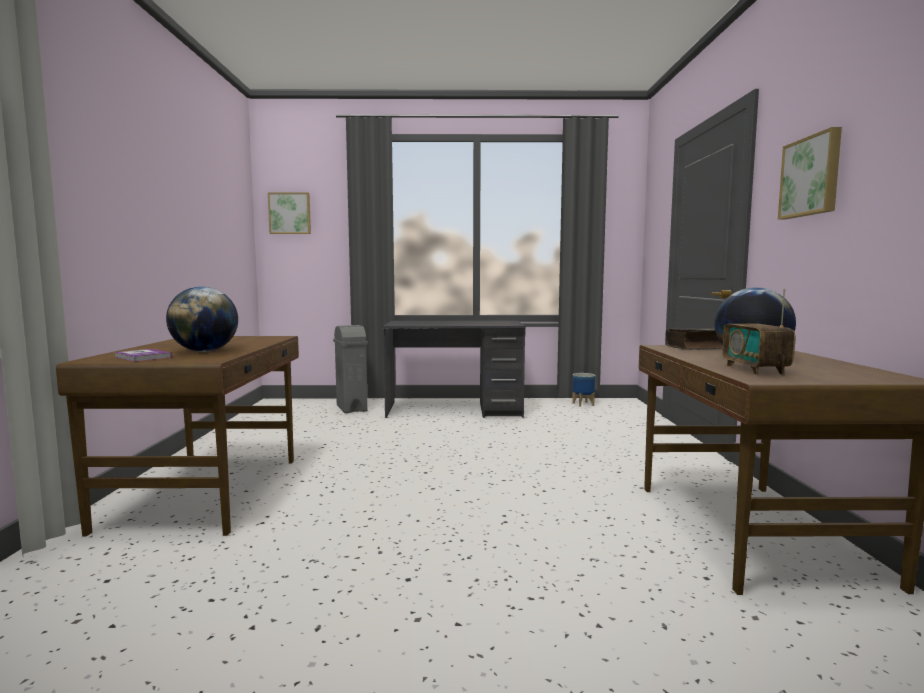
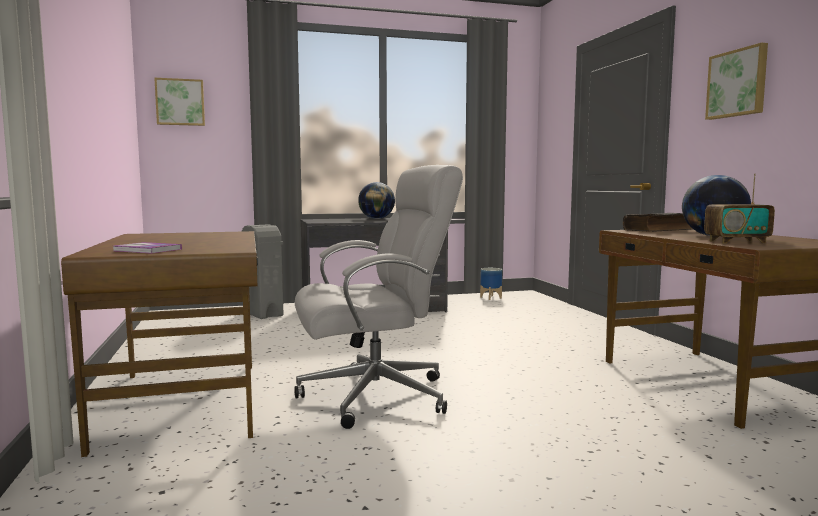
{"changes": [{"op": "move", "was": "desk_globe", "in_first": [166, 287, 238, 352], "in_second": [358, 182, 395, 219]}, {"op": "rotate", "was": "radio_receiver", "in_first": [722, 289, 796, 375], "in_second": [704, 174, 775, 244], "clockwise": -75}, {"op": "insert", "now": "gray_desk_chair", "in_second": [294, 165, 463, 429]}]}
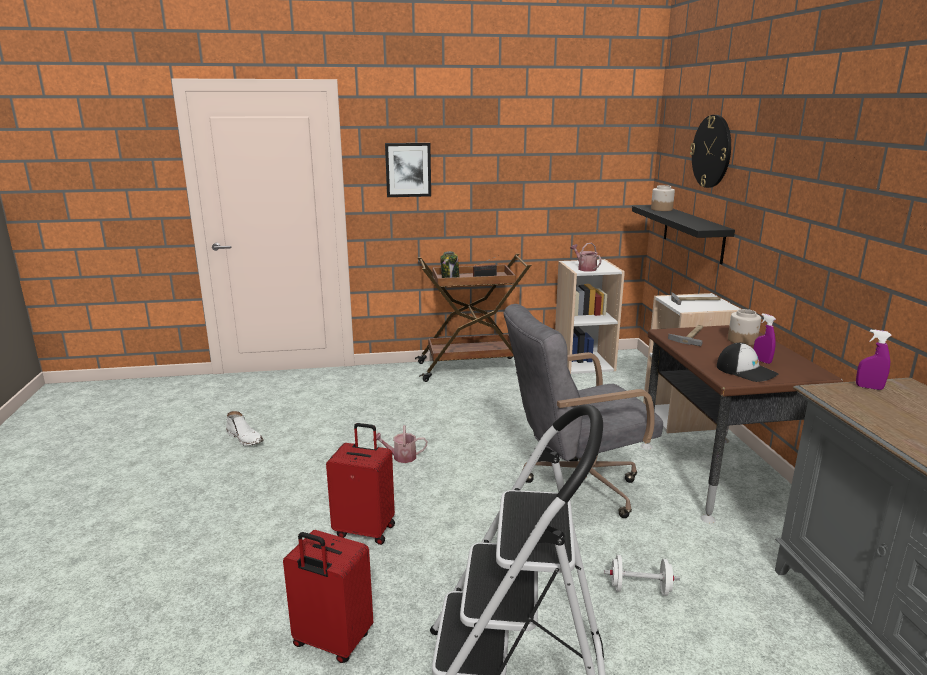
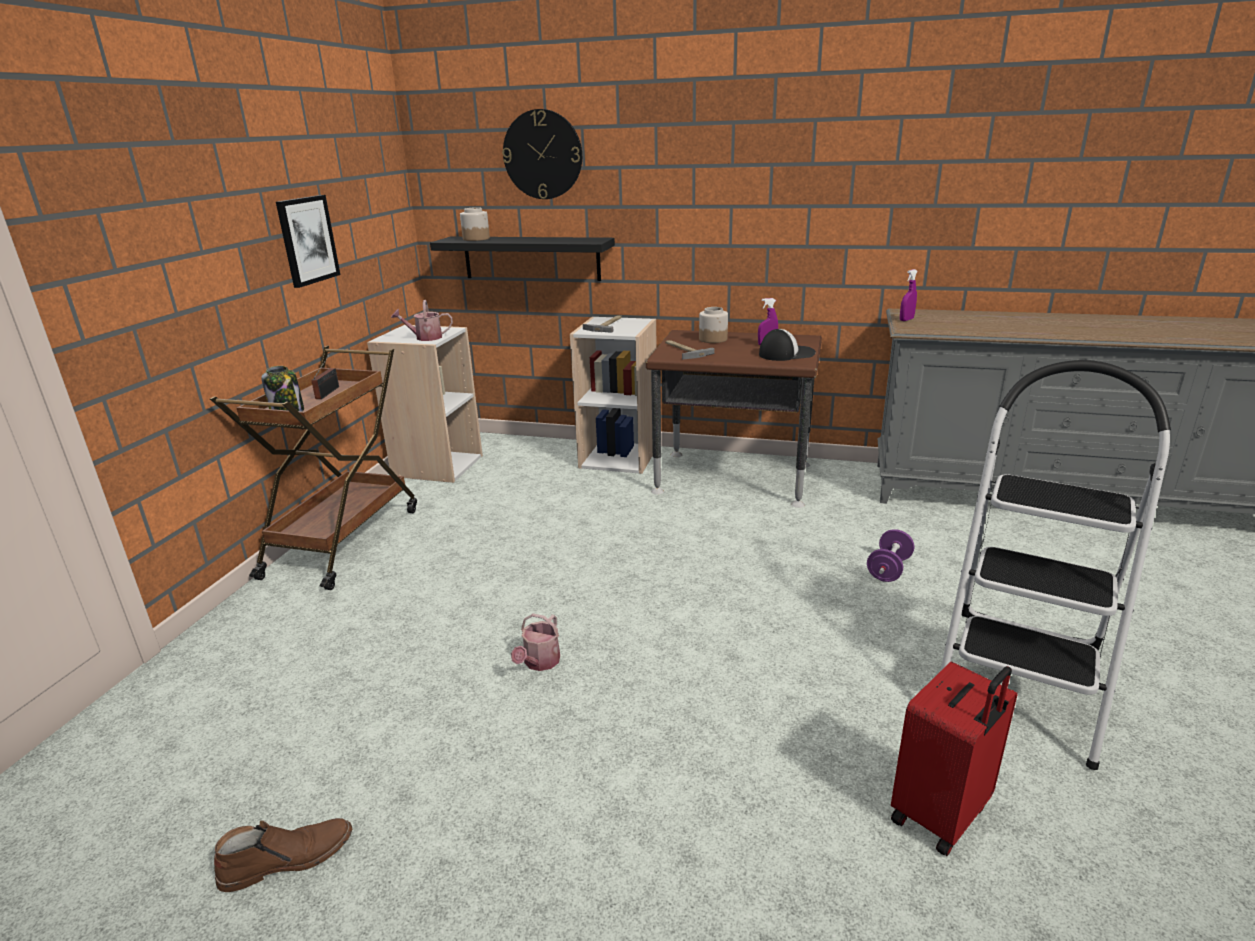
{"changes": [{"op": "recolor", "was": "white-coloured_boot", "now": "brown-coloured_boot", "in_first": [226, 411, 263, 446], "in_second": [214, 818, 352, 892]}, {"op": "delete", "was": "red_suitcase", "in_first": [326, 423, 395, 545]}, {"op": "move", "was": "wall_art", "in_first": [385, 143, 431, 197], "in_second": [276, 195, 340, 288]}, {"op": "delete", "was": "gray_desk_chair", "in_first": [503, 304, 663, 518]}, {"op": "recolor", "was": "white-coloured_hand_weight", "now": "purple_hand_weight", "in_first": [604, 555, 680, 596], "in_second": [867, 529, 914, 582]}]}
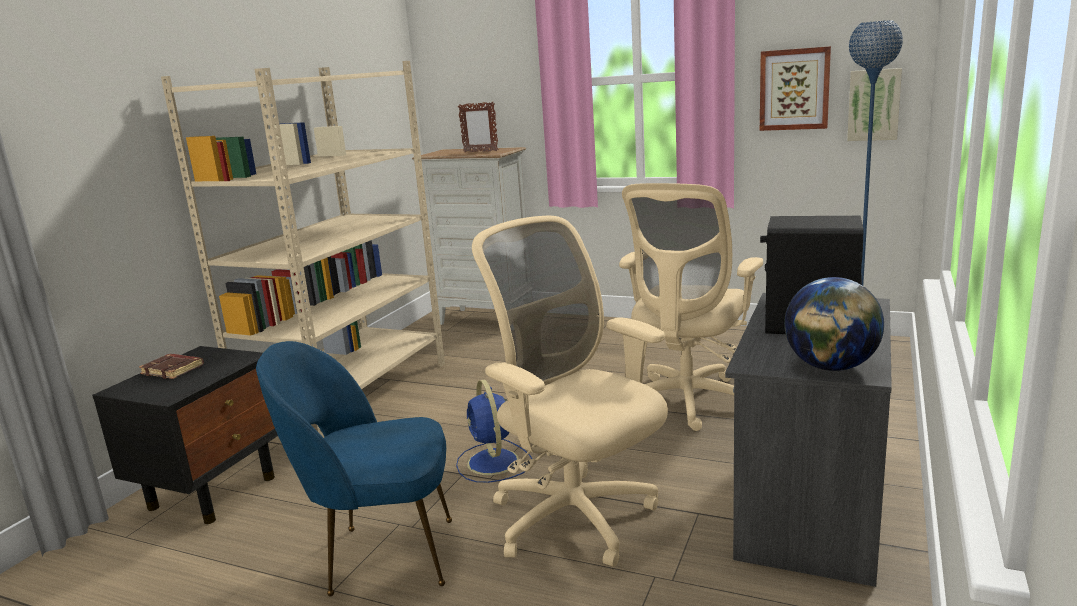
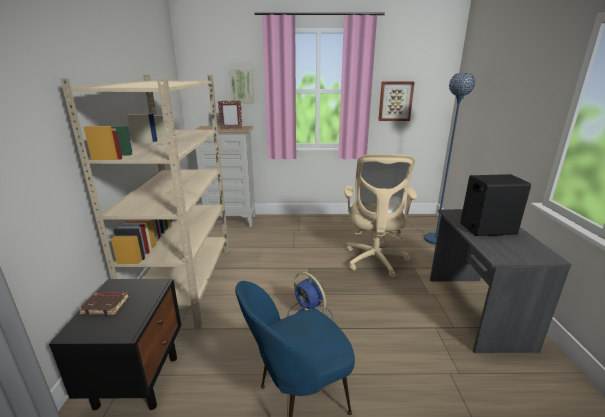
{"changes": [{"op": "delete", "was": "sand-coloured_desk_chair", "in_first": [472, 216, 668, 567]}, {"op": "delete", "was": "desk_globe", "in_first": [784, 277, 884, 371]}, {"op": "move", "was": "wall_art", "in_first": [847, 68, 902, 141], "in_second": [229, 69, 254, 103]}]}
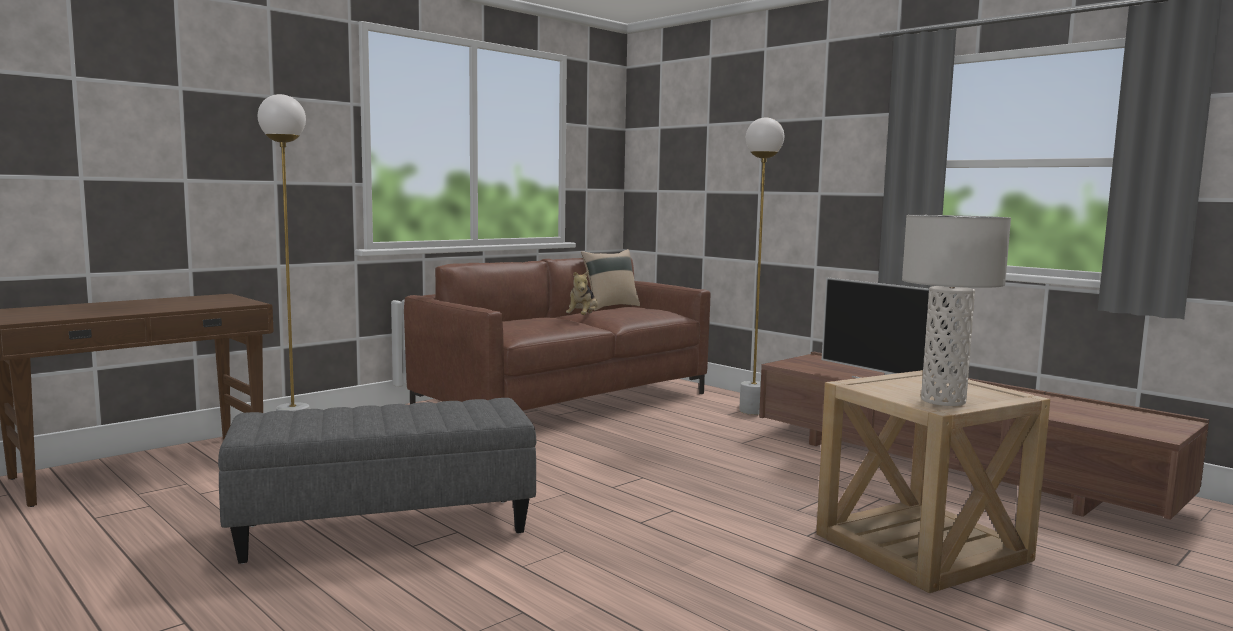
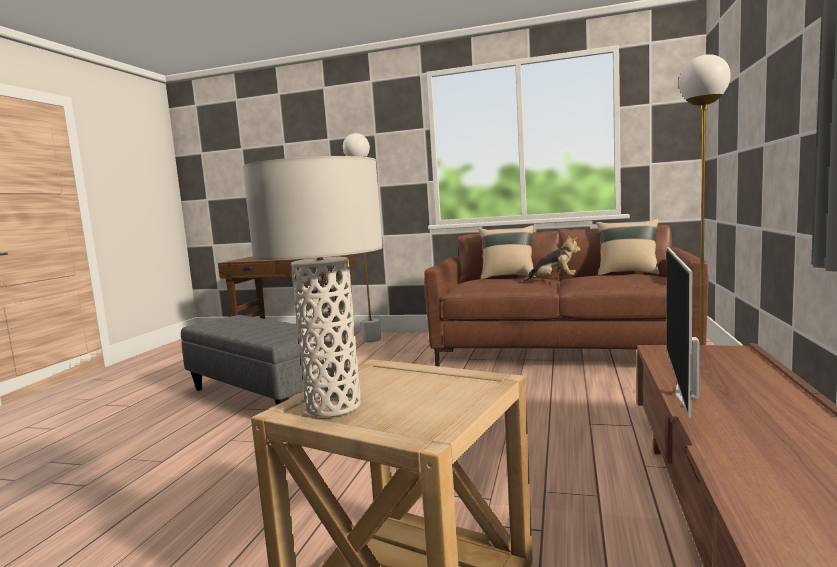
{"changes": [{"op": "rotate", "was": "plush_toy", "in_first": [566, 270, 598, 315], "in_second": [523, 236, 581, 282], "clockwise": -150}, {"op": "insert", "now": "sand-coloured_throw_pillow", "in_second": [478, 225, 535, 279]}]}
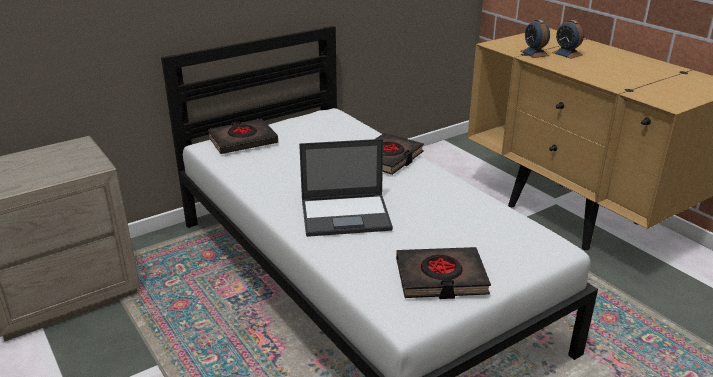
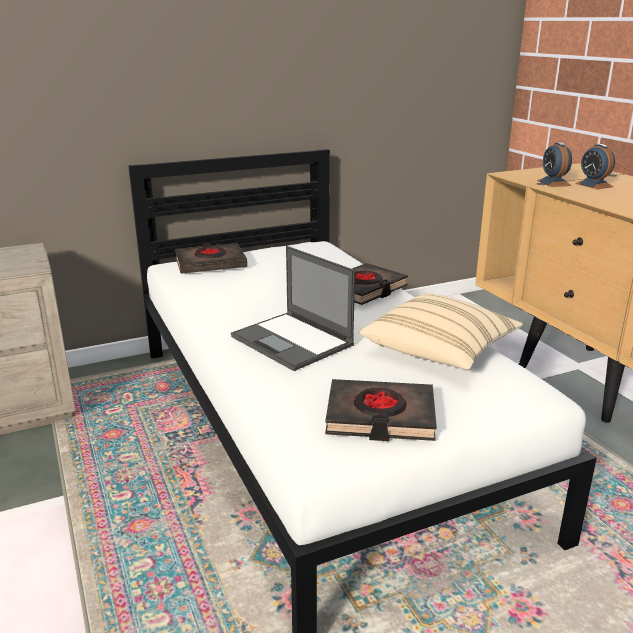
{"changes": [{"op": "rotate", "was": "portable_computer", "in_first": [299, 139, 393, 237], "in_second": [231, 246, 355, 371], "clockwise": 45}, {"op": "insert", "now": "sand-coloured_throw_pillow", "in_second": [360, 293, 523, 370]}]}
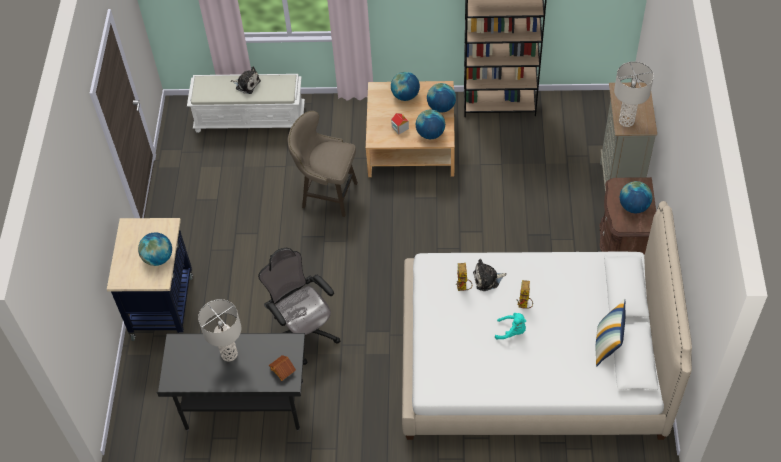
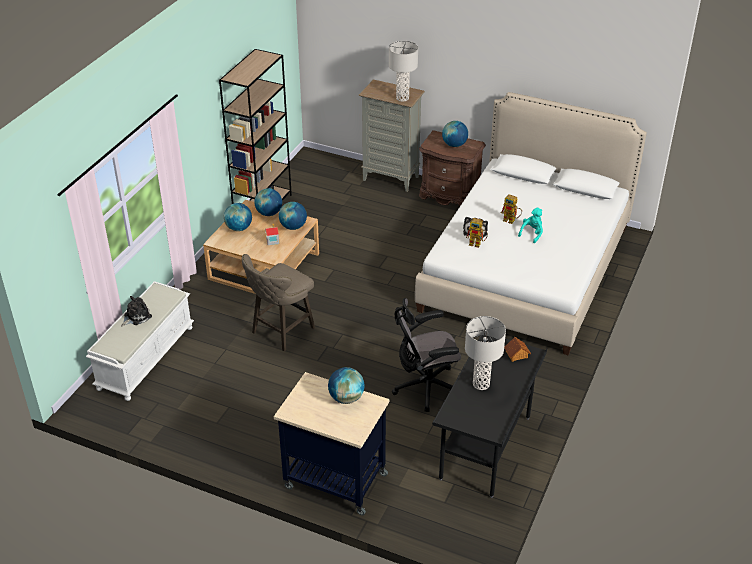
{"changes": [{"op": "delete", "was": "throw_pillow", "in_first": [595, 299, 625, 366]}]}
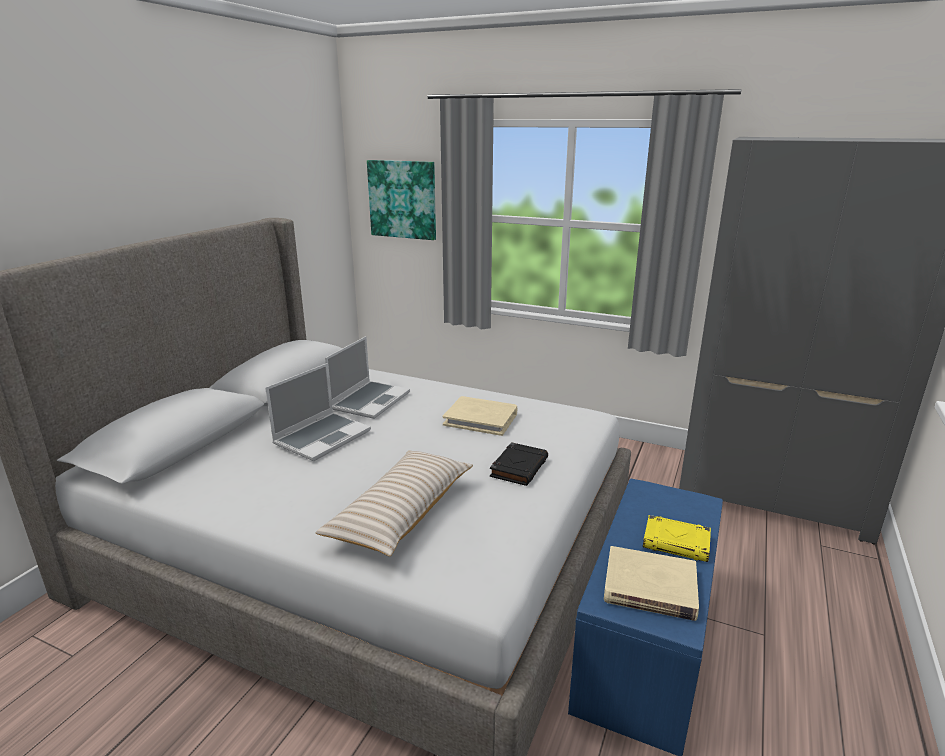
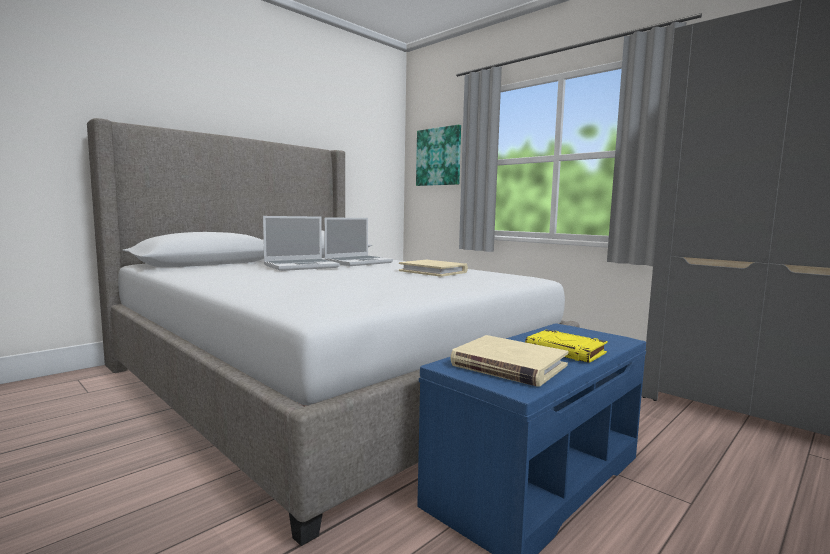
{"changes": [{"op": "delete", "was": "sand-coloured_throw_pillow", "in_first": [315, 451, 473, 557]}, {"op": "delete", "was": "blackish_volume", "in_first": [490, 442, 548, 486]}]}
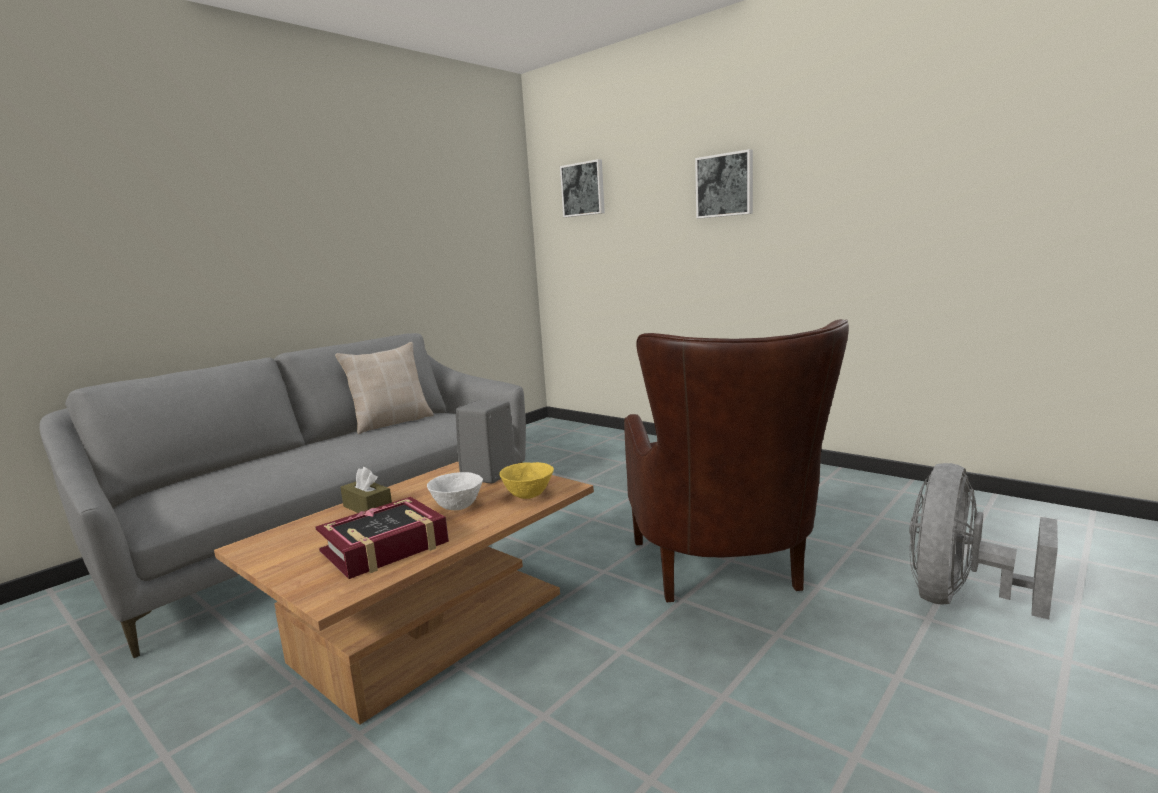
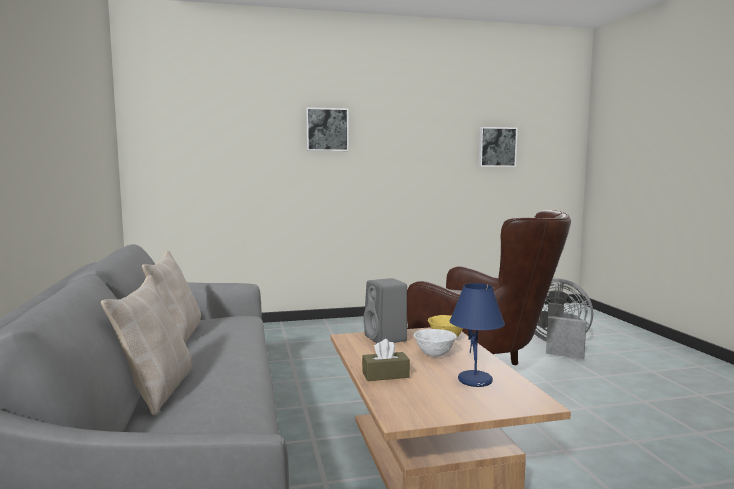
{"changes": [{"op": "replace", "was": "volume", "now": "blue-coloured_tabletop_lamp", "in_first": [316, 497, 449, 579], "in_second": [450, 283, 505, 387]}, {"op": "move", "was": "wall_art", "in_first": [560, 159, 605, 217], "in_second": [479, 127, 517, 167]}, {"op": "rotate", "was": "gray_electric_fan", "in_first": [909, 463, 1058, 620], "in_second": [534, 278, 593, 359], "clockwise": 135}, {"op": "insert", "now": "sand-coloured_throw_pillow", "in_second": [101, 275, 193, 415]}]}
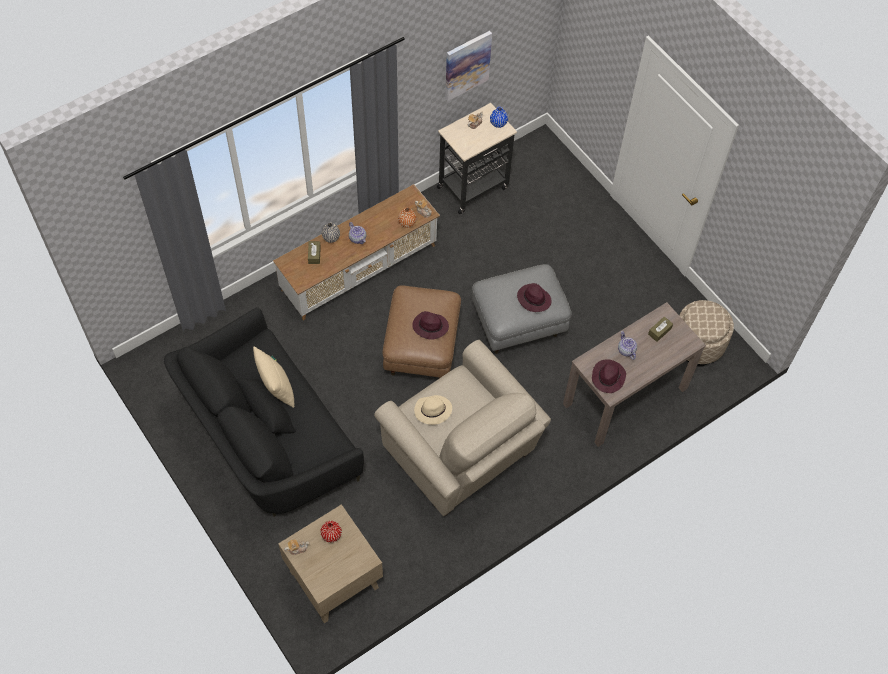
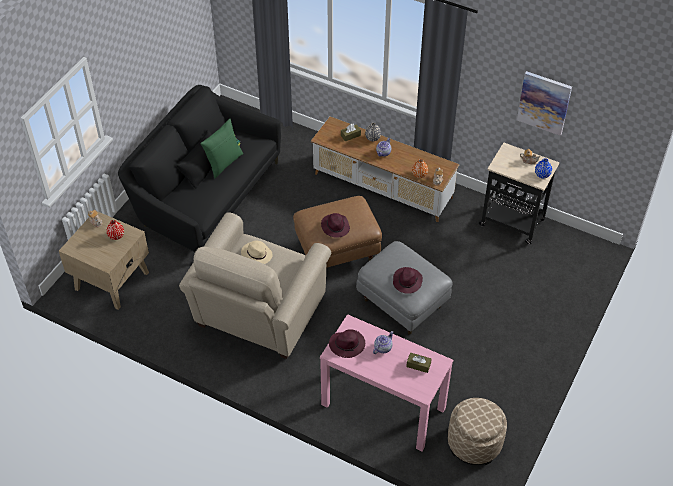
{"changes": [{"op": "recolor", "was": "sand-coloured_throw_pillow", "now": "green_throw_pillow", "in_first": [253, 346, 294, 408], "in_second": [200, 119, 243, 178]}, {"op": "recolor", "was": "brown-coloured_narrow_table", "now": "pinkish_narrow_table", "in_first": [563, 302, 706, 447], "in_second": [320, 314, 453, 451]}]}
